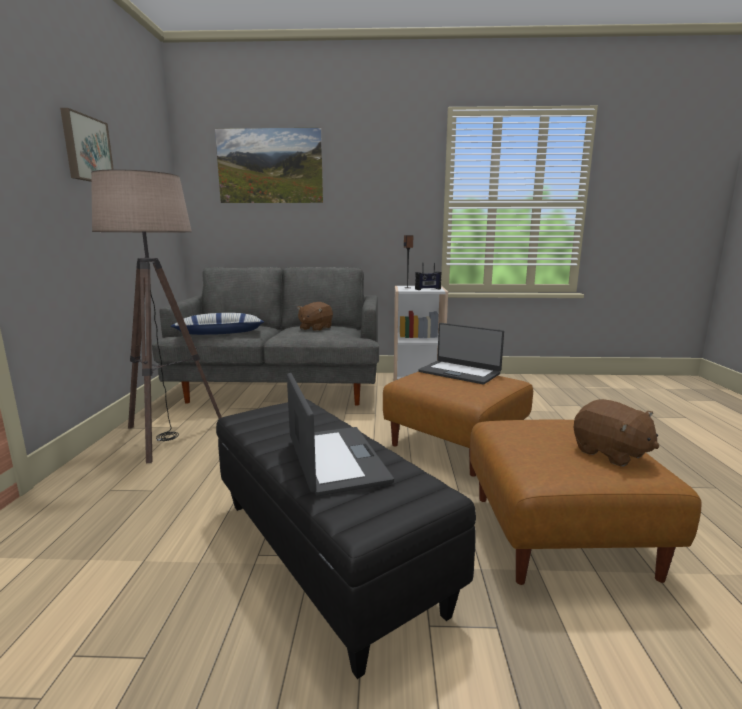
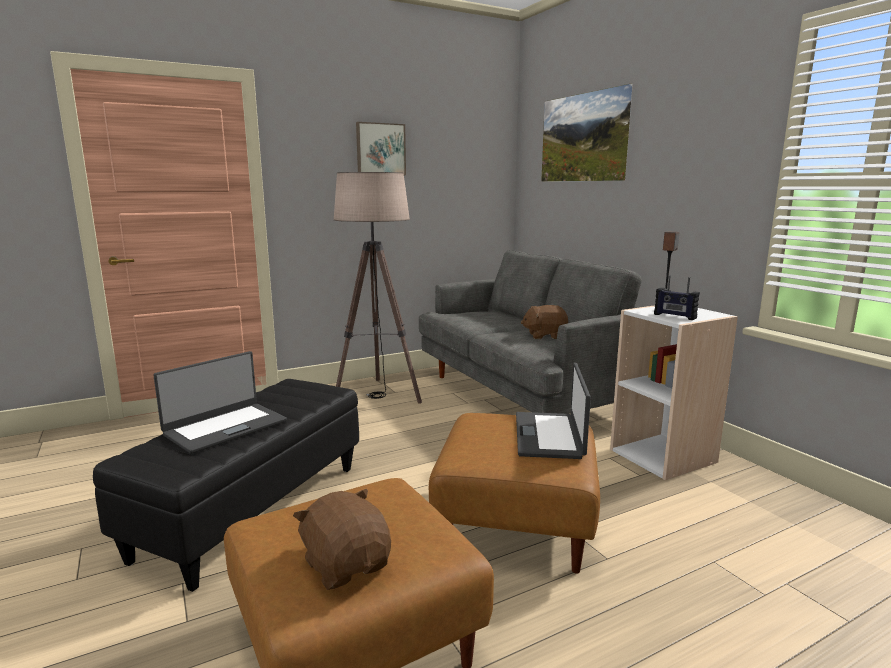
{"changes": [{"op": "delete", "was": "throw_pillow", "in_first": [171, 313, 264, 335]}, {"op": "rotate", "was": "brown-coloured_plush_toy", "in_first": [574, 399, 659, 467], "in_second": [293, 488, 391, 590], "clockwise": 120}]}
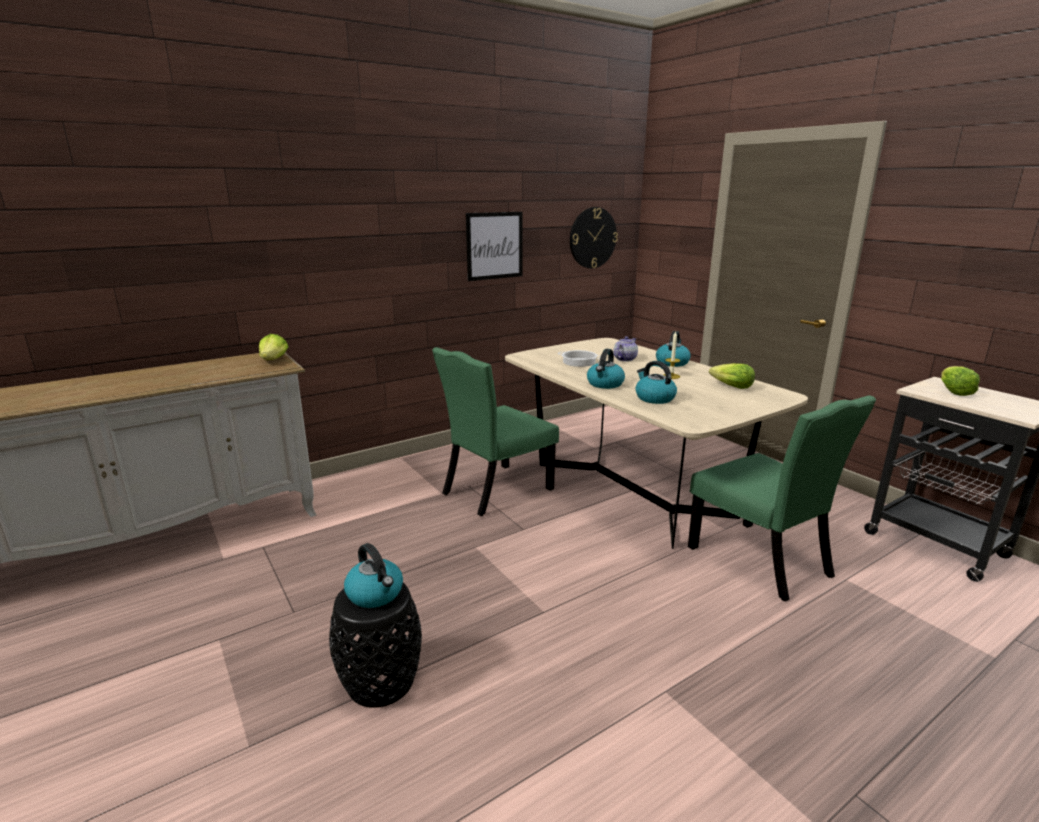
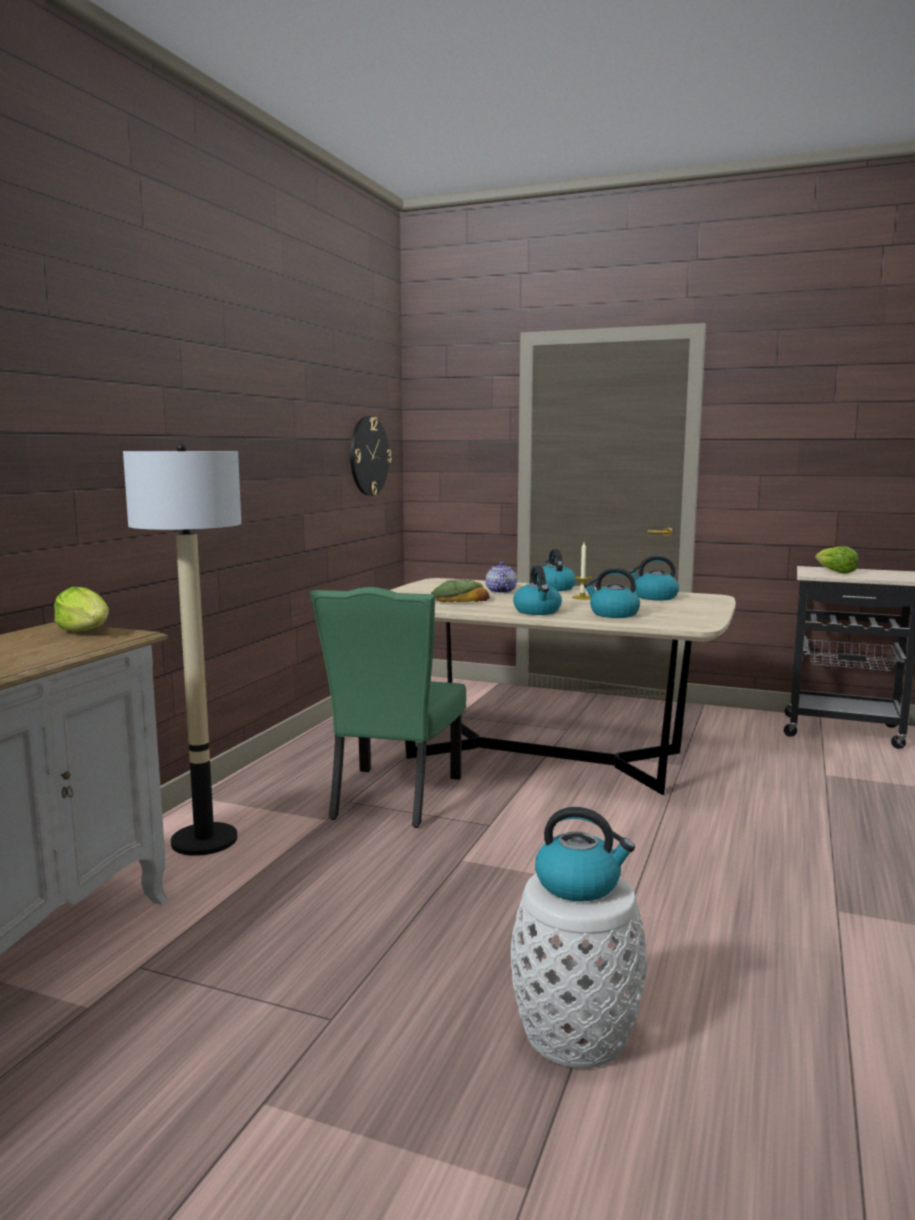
{"changes": [{"op": "recolor", "was": "blackish_stool", "now": "white-coloured_stool", "in_first": [329, 583, 422, 708], "in_second": [511, 873, 647, 1068]}, {"op": "delete", "was": "wall_art", "in_first": [466, 212, 523, 281]}, {"op": "replace", "was": "cooking_pot", "now": "baked_bread", "in_first": [558, 350, 601, 367], "in_second": [431, 579, 490, 602]}, {"op": "delete", "was": "green_chair", "in_first": [688, 396, 876, 601]}, {"op": "replace", "was": "lettuce_head", "now": "tea_kettle", "in_first": [709, 363, 755, 389], "in_second": [629, 555, 679, 600]}, {"op": "insert", "now": "floor_lamp", "in_second": [123, 444, 241, 856]}]}
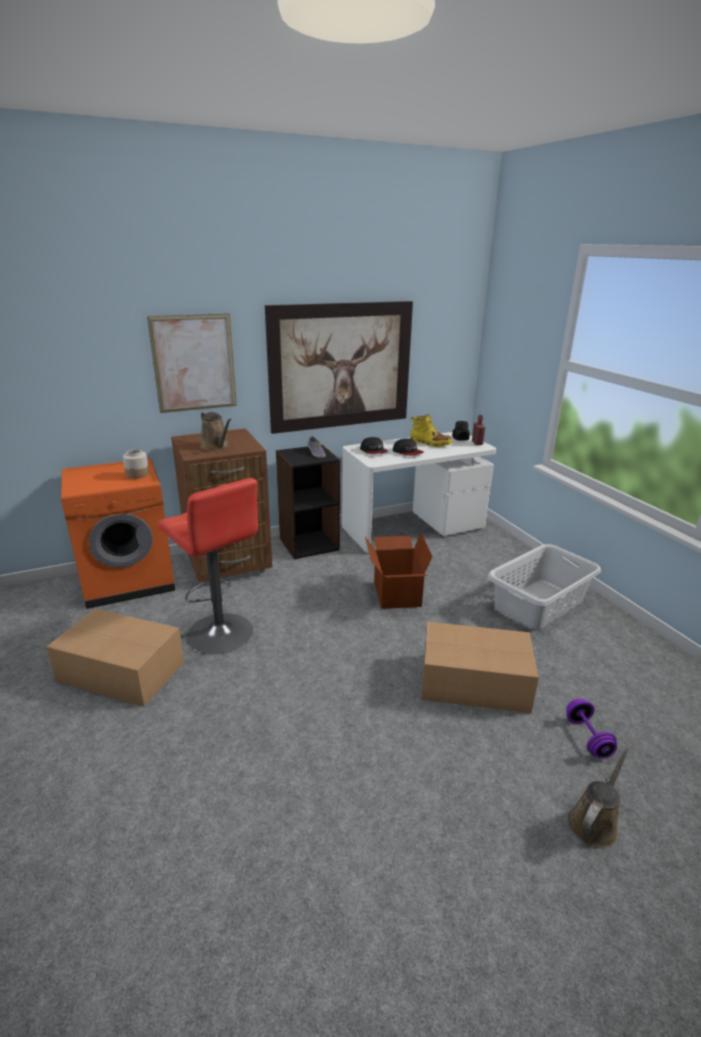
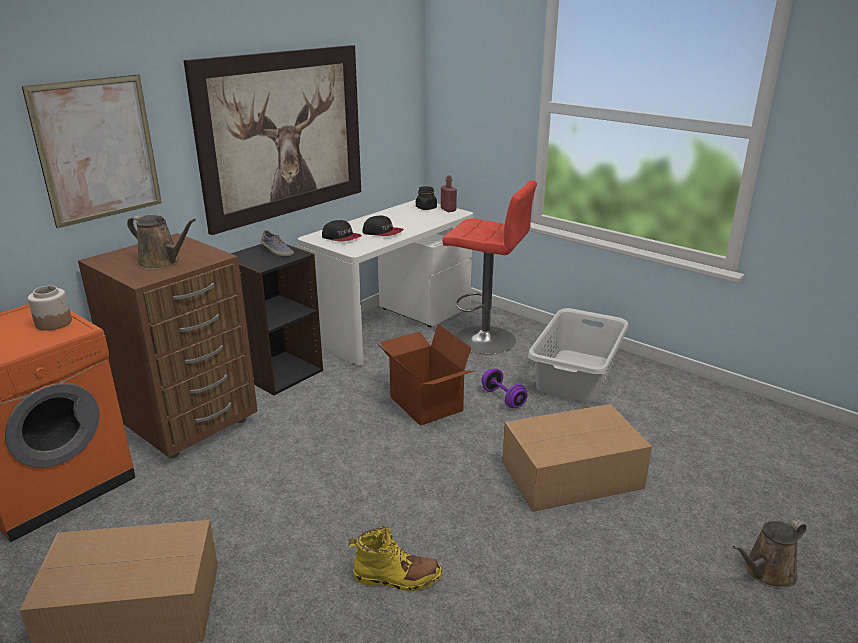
{"changes": [{"op": "move", "was": "red_stool", "in_first": [158, 478, 258, 654], "in_second": [442, 180, 537, 354]}, {"op": "move", "was": "yellowish_boot", "in_first": [410, 414, 452, 447], "in_second": [348, 526, 443, 591]}, {"op": "move", "was": "purple_hand_weight", "in_first": [566, 699, 617, 759], "in_second": [481, 369, 528, 408]}, {"op": "rotate", "was": "brown-coloured_watering_can", "in_first": [568, 745, 631, 848], "in_second": [732, 519, 807, 587], "clockwise": -135}]}
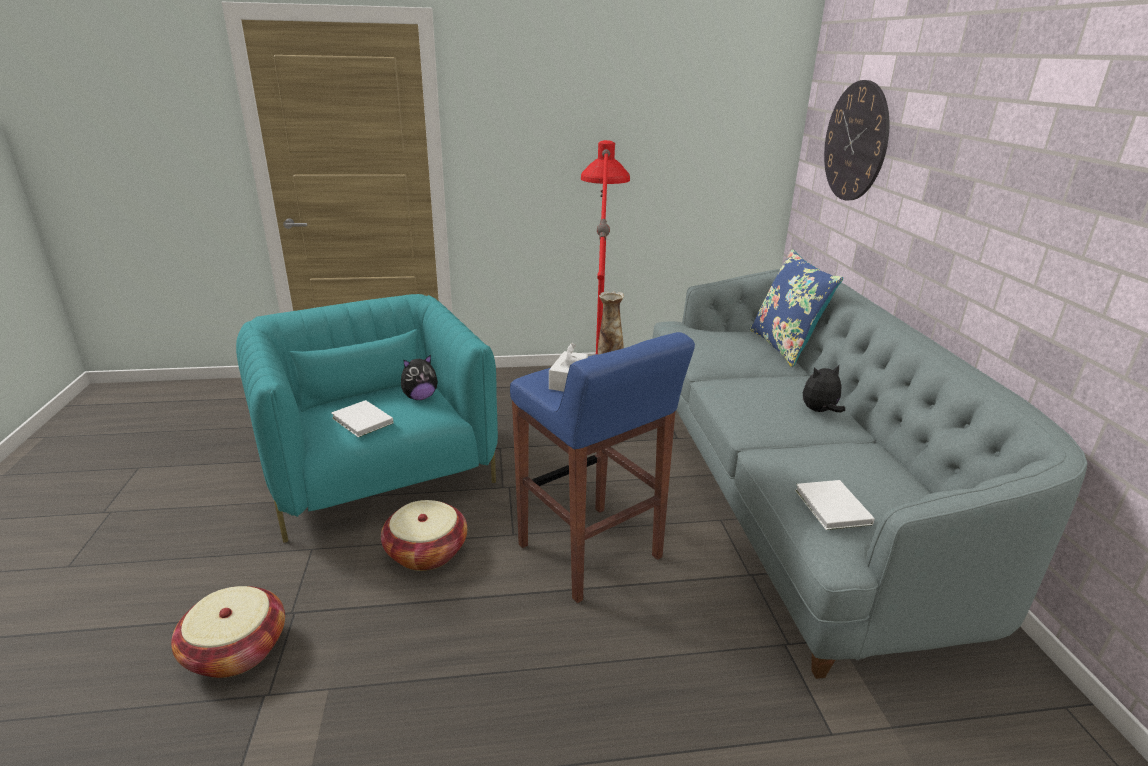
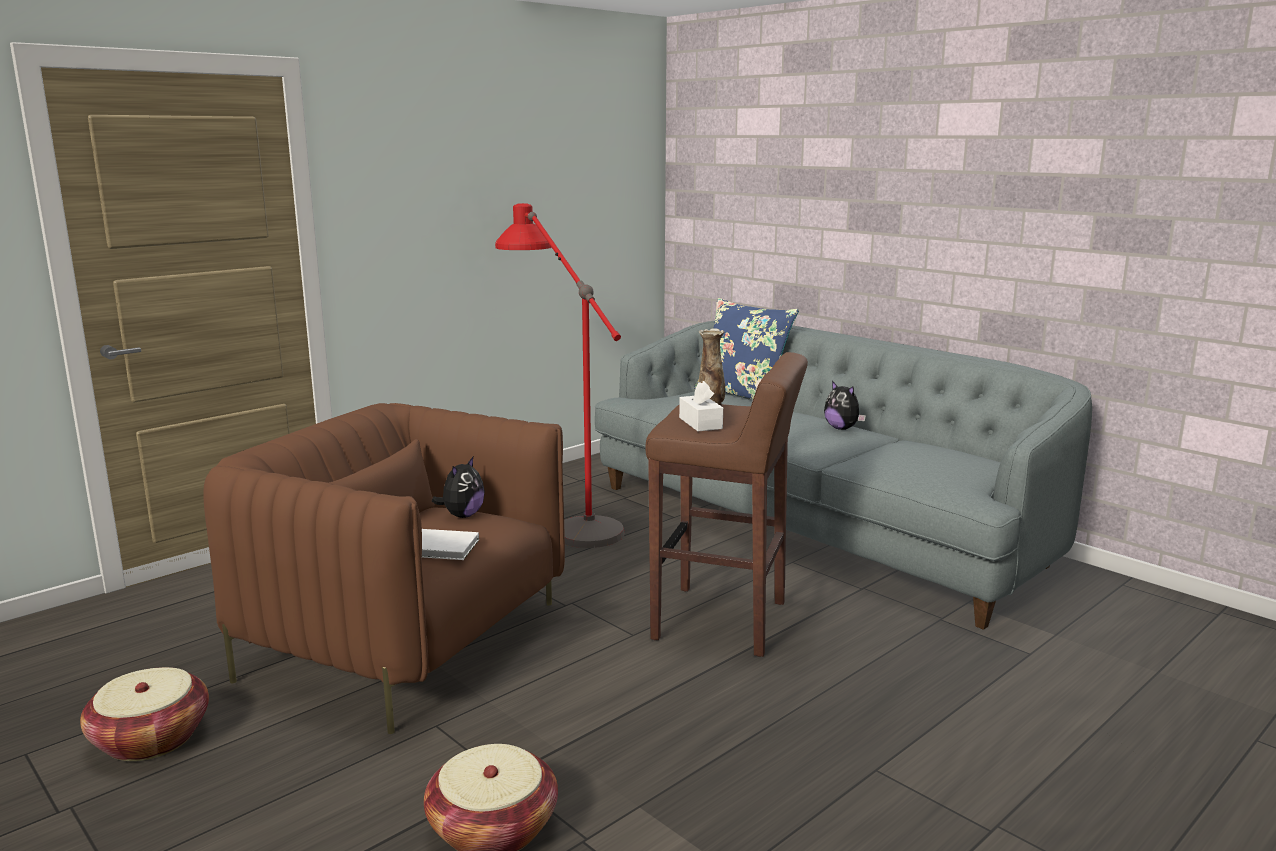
{"changes": [{"op": "recolor", "was": "blue-green_lounge_chair", "now": "brown-coloured_lounge_chair", "in_first": [236, 294, 498, 543], "in_second": [203, 403, 565, 734]}, {"op": "move", "was": "storage_basket", "in_first": [381, 500, 467, 571], "in_second": [80, 667, 209, 761]}, {"op": "recolor", "was": "blue-coloured_stool", "now": "brown-coloured_stool", "in_first": [510, 332, 695, 603], "in_second": [645, 352, 808, 657]}, {"op": "delete", "was": "white-coloured_volume", "in_first": [795, 480, 875, 530]}, {"op": "rotate", "was": "plush_toy", "in_first": [803, 365, 845, 412], "in_second": [824, 381, 866, 430], "clockwise": -75}, {"op": "delete", "was": "hanging_clock", "in_first": [824, 80, 889, 200]}]}
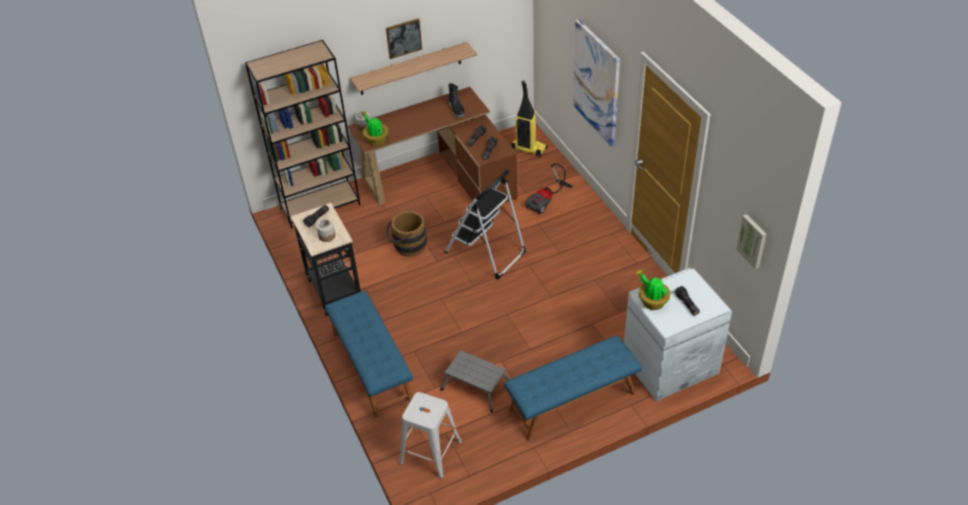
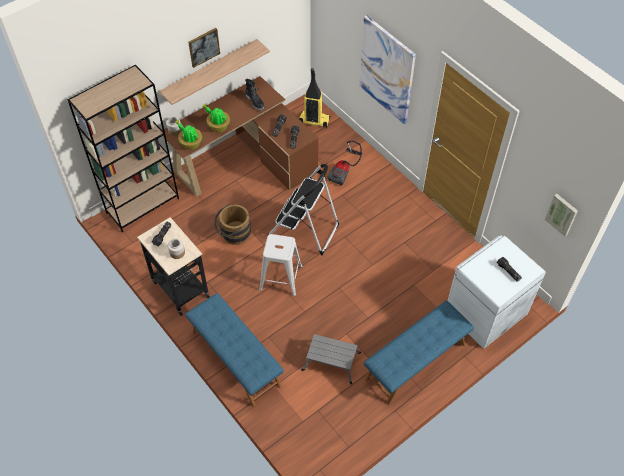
{"changes": [{"op": "move", "was": "white-coloured_stool", "in_first": [399, 392, 462, 479], "in_second": [259, 234, 302, 296]}, {"op": "move", "was": "houseplant", "in_first": [636, 270, 670, 310], "in_second": [202, 103, 230, 132]}]}
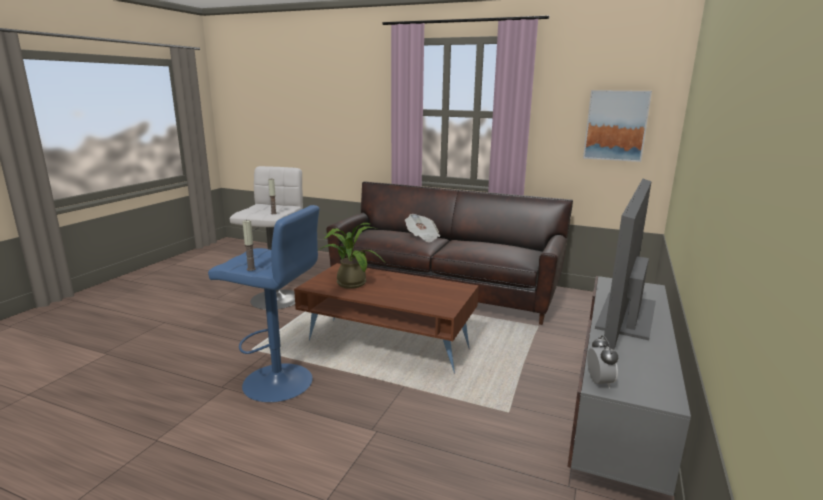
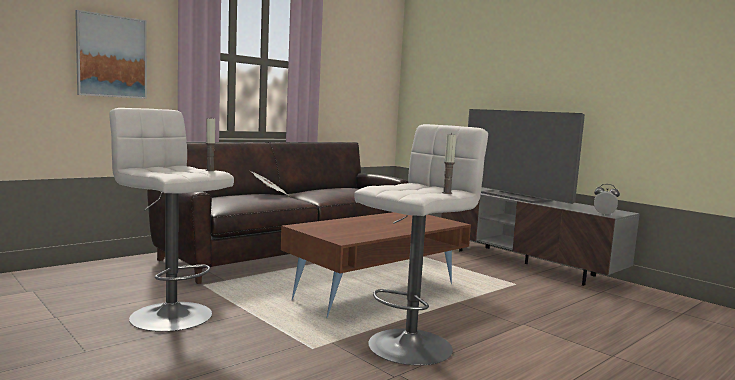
{"changes": [{"op": "recolor", "was": "blue-coloured_stool", "now": "white-coloured_stool", "in_first": [208, 205, 320, 402], "in_second": [354, 124, 488, 365]}, {"op": "delete", "was": "houseplant", "in_first": [319, 223, 384, 289]}, {"op": "move", "was": "wall_art", "in_first": [583, 90, 652, 162], "in_second": [75, 10, 147, 99]}]}
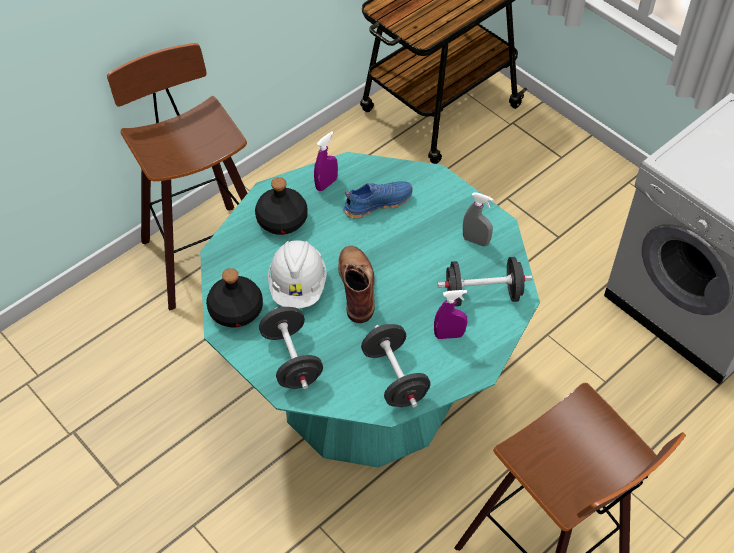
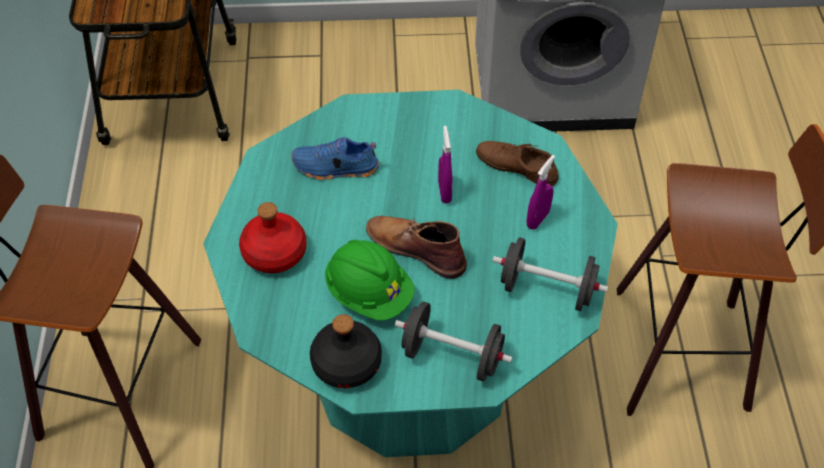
{"changes": [{"op": "recolor", "was": "blackish_beverage_bottle", "now": "red_beverage_bottle", "in_first": [255, 177, 308, 235], "in_second": [239, 202, 306, 273]}, {"op": "recolor", "was": "white-coloured_work_helmet", "now": "green_work_helmet", "in_first": [268, 240, 327, 308], "in_second": [325, 240, 415, 320]}, {"op": "move", "was": "purple_sprayer", "in_first": [314, 131, 338, 191], "in_second": [438, 126, 453, 203]}, {"op": "rotate", "was": "blue-coloured_item_of_footwear", "in_first": [344, 181, 412, 219], "in_second": [291, 137, 379, 180], "clockwise": -105}, {"op": "replace", "was": "blackish_hand_weight", "now": "brown-coloured_item_of_footwear", "in_first": [437, 257, 532, 306], "in_second": [476, 141, 559, 186]}, {"op": "delete", "was": "gray_sprayer", "in_first": [463, 192, 493, 246]}]}
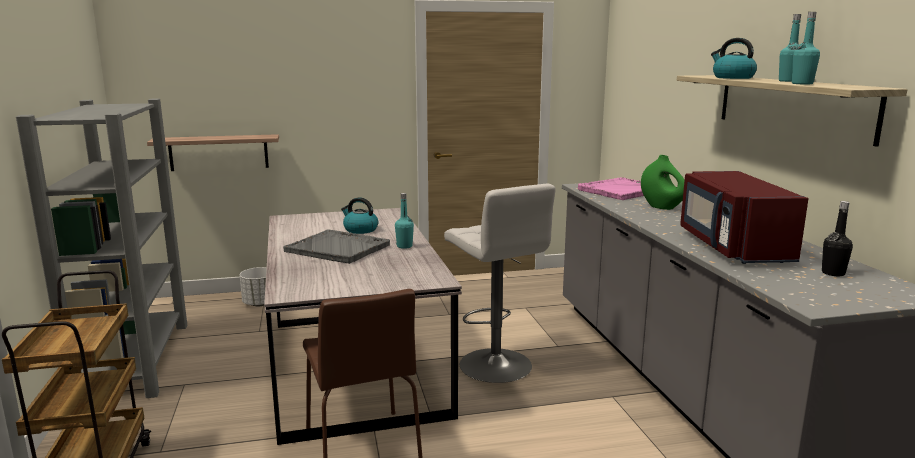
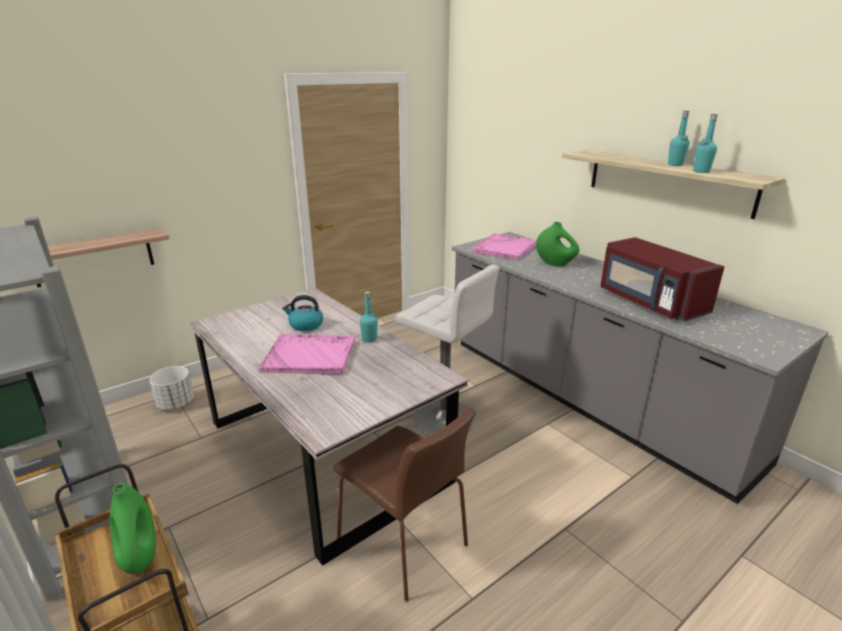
{"changes": [{"op": "recolor", "was": "gray_tray", "now": "pinkish_tray", "in_first": [283, 230, 390, 264], "in_second": [258, 334, 355, 374]}, {"op": "delete", "was": "tea_kettle", "in_first": [711, 38, 757, 79]}, {"op": "delete", "was": "blackish_beverage_bottle", "in_first": [822, 201, 853, 276]}, {"op": "insert", "now": "green_decorative_vase", "in_second": [110, 483, 156, 574]}]}
